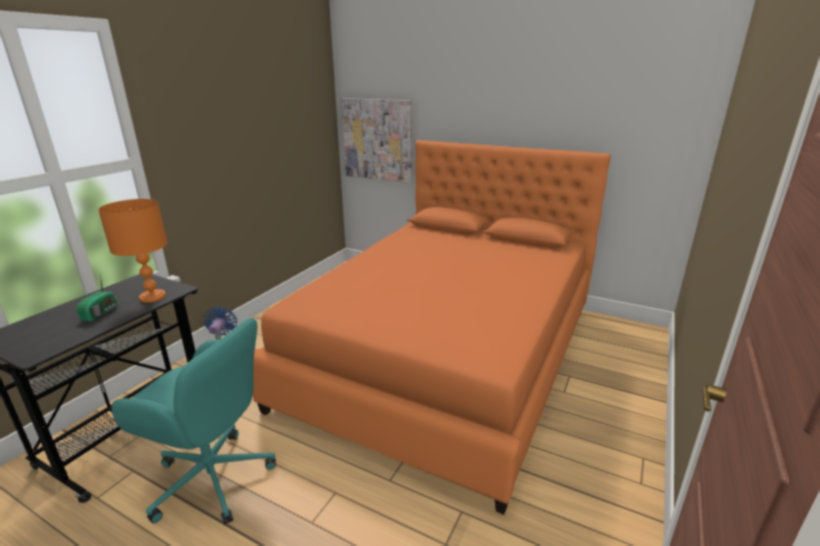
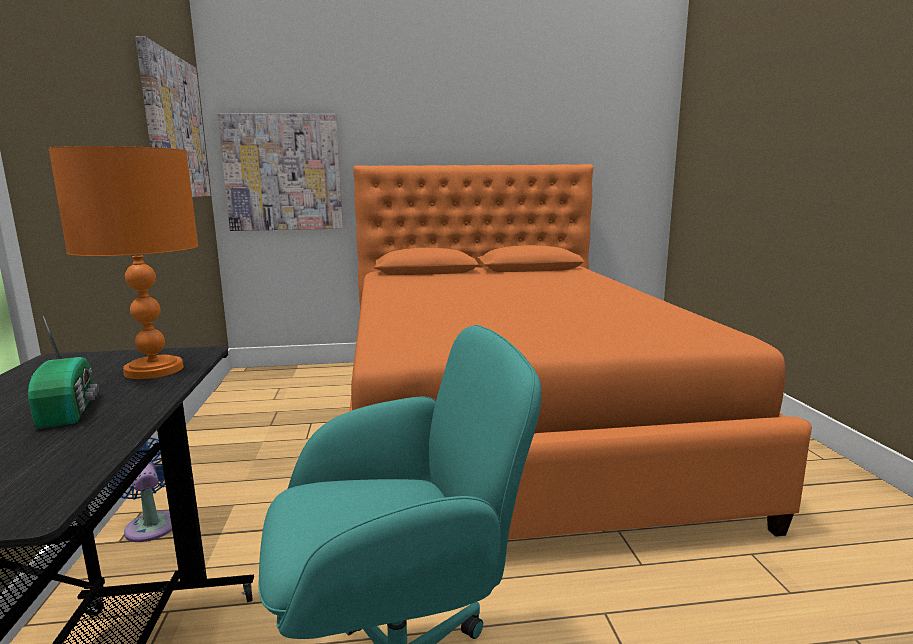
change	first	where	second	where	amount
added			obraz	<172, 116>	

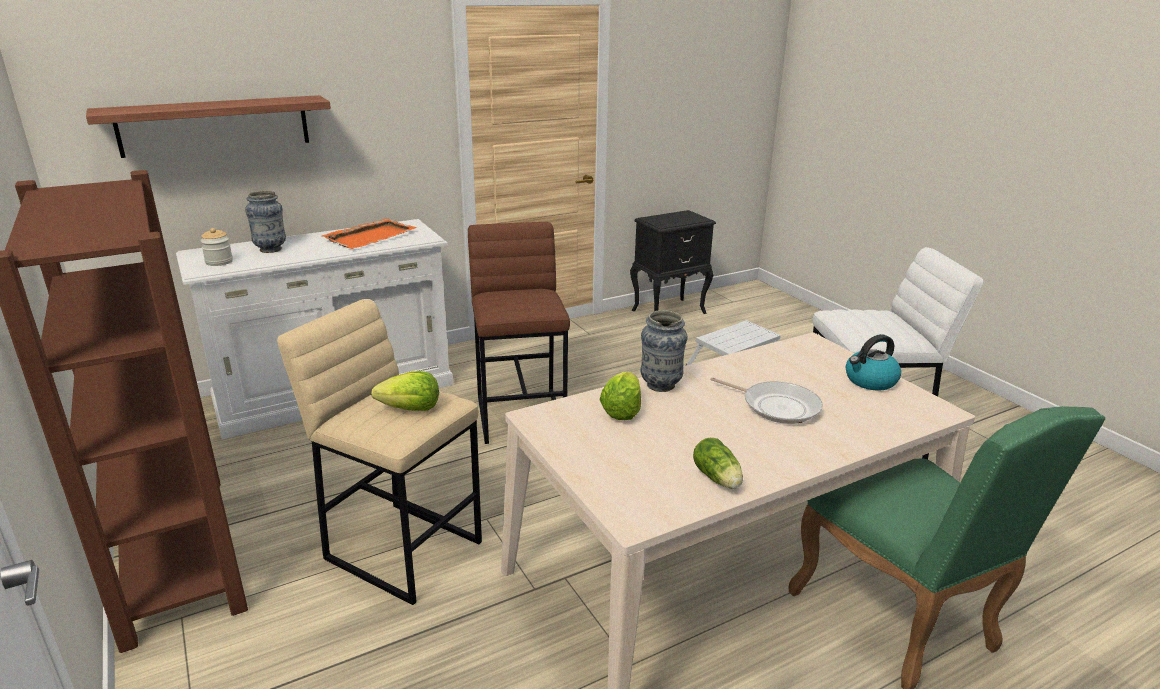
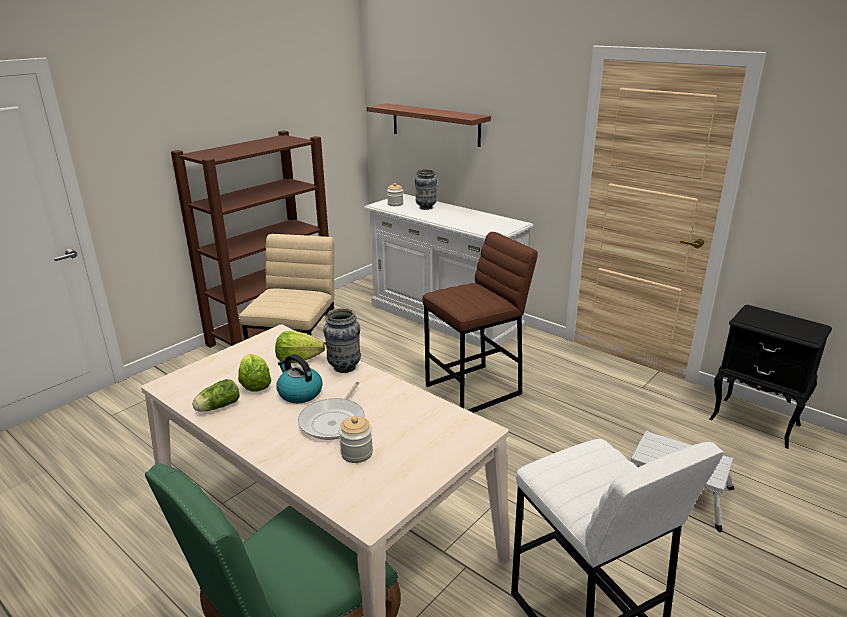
change	first	where	second	where	amount
removed	taca (pomarańczowy)	<369, 233>			
moved	czajnik	<873, 362>		<299, 378>	
moved	sałata	<405, 391>		<254, 373>	
added			słoik	<356, 439>	

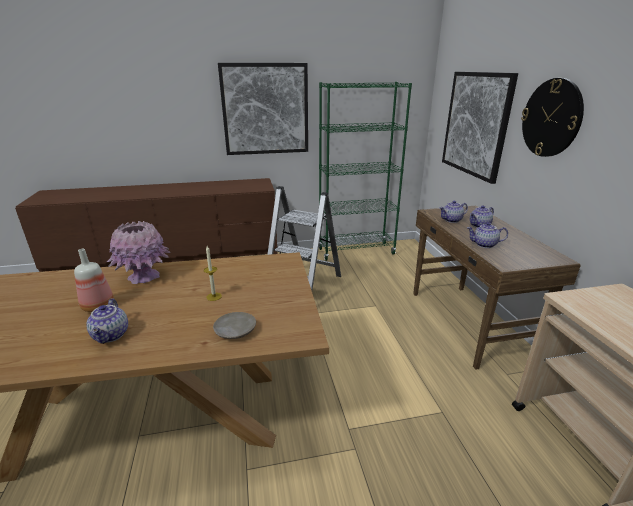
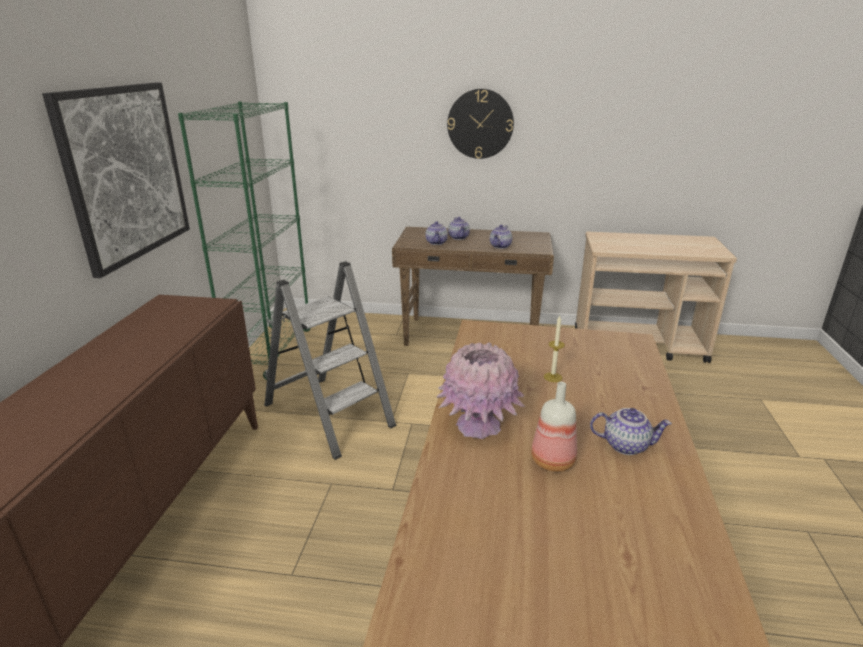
change	first	where	second	where	amount
removed	obraz	<480, 128>			
removed	talerz (beżowy)	<234, 325>			

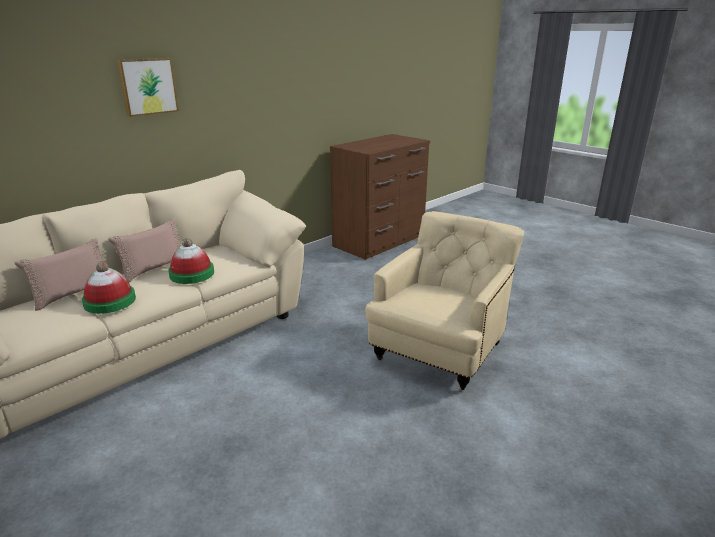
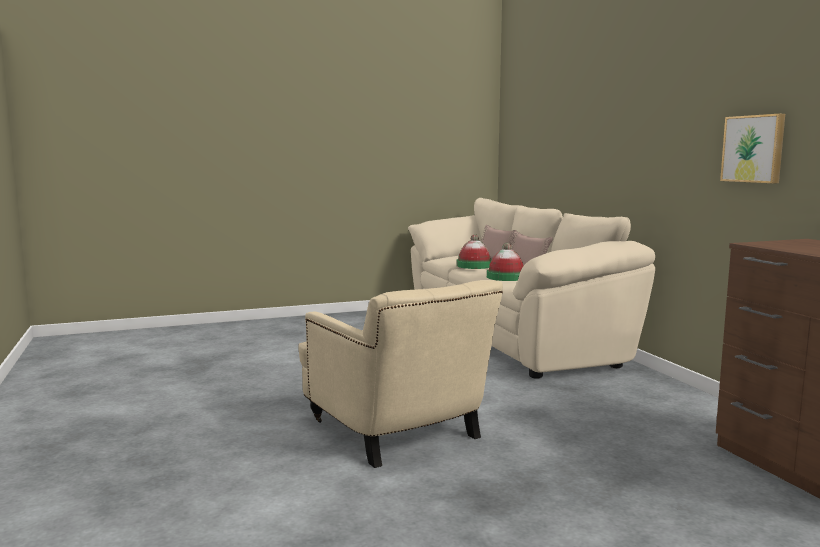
change	first	where	second	where	amount
moved	obraz	<148, 87>		<752, 148>	

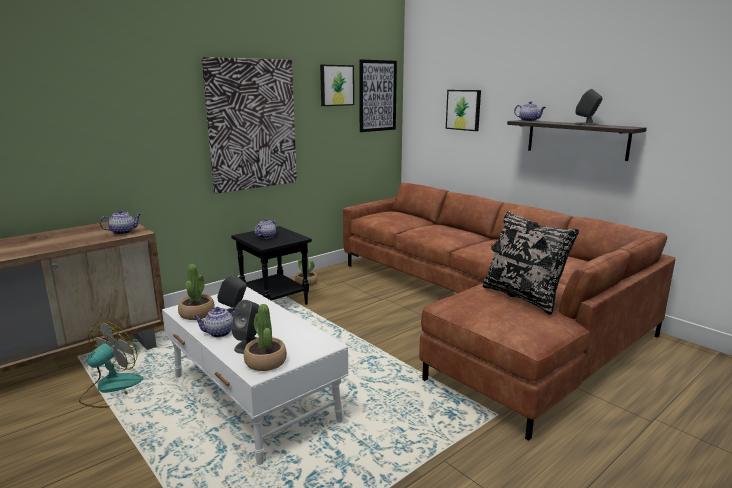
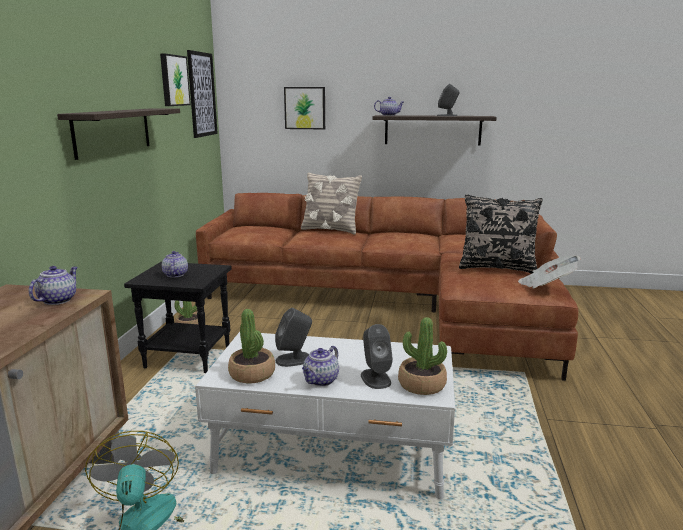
change	first	where	second	where	amount
replaced	obraz	<249, 125>	półka	<118, 134>	
added			poduszka (beżowy)	<331, 203>	
added			gazeta	<549, 271>	

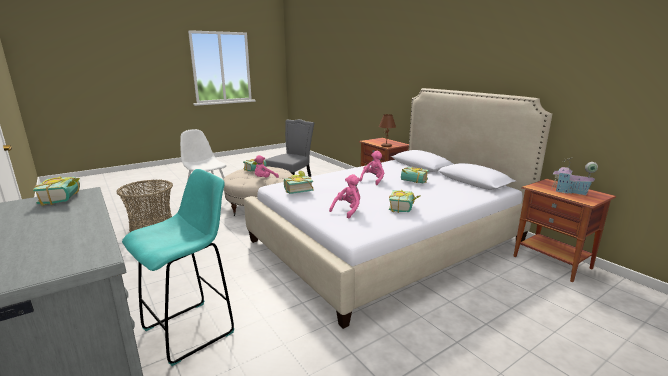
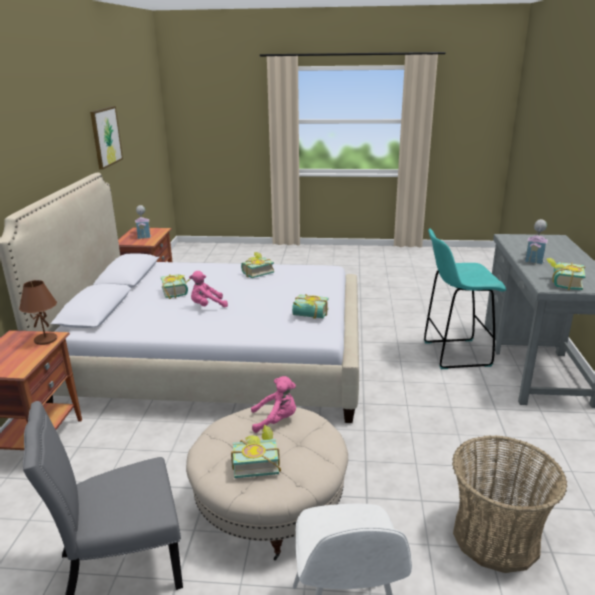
change	first	where	second	where	amount
removed	pluszak (różowy)	<344, 196>			
added			obraz	<106, 138>	
added			domek	<536, 241>	

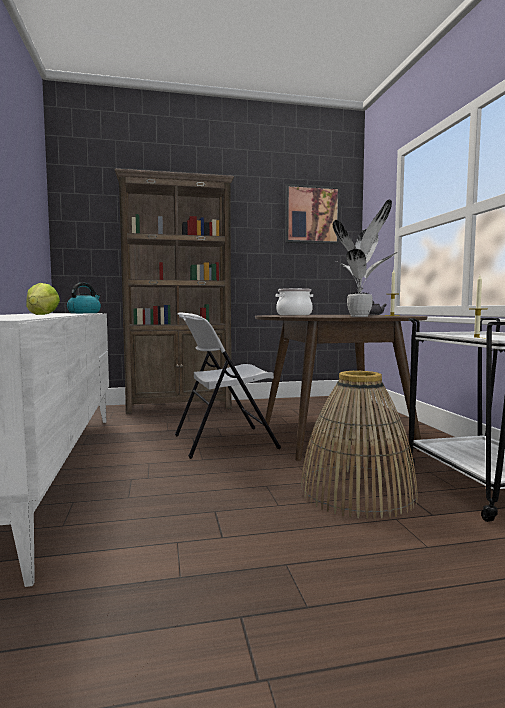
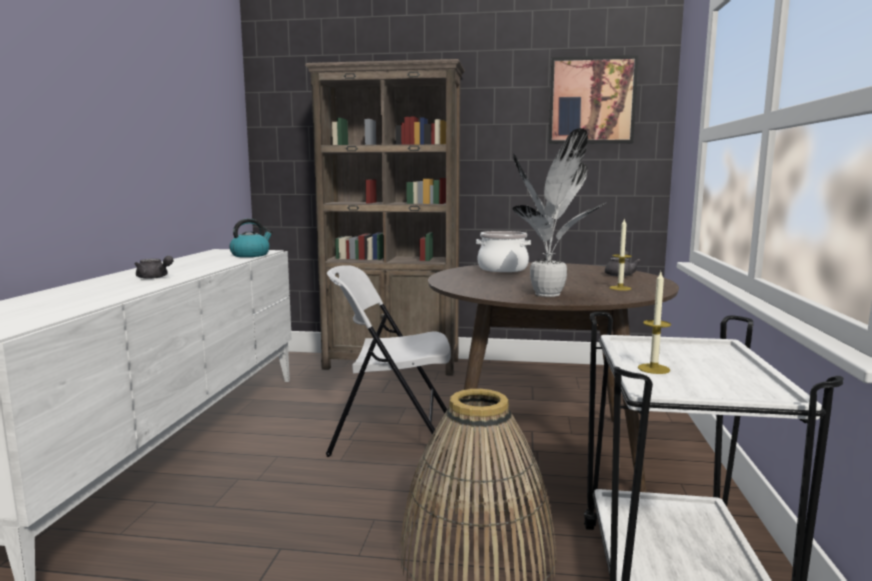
change	first	where	second	where	amount
replaced	sałata	<43, 299>	imbryk (szary)	<154, 267>	

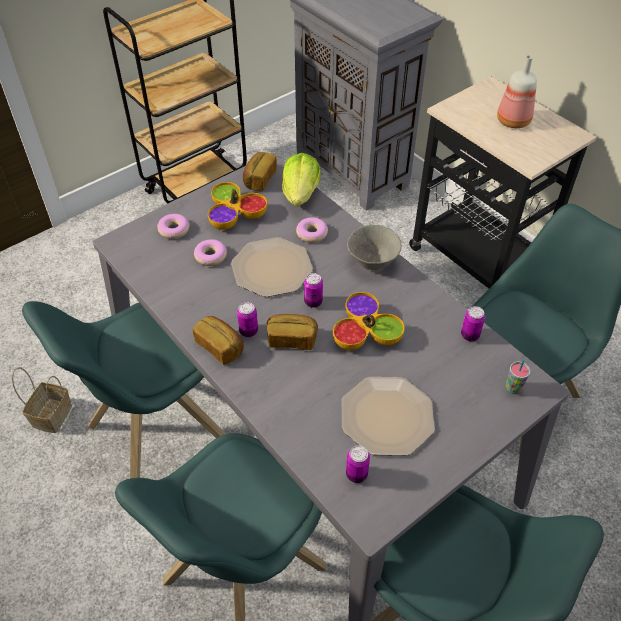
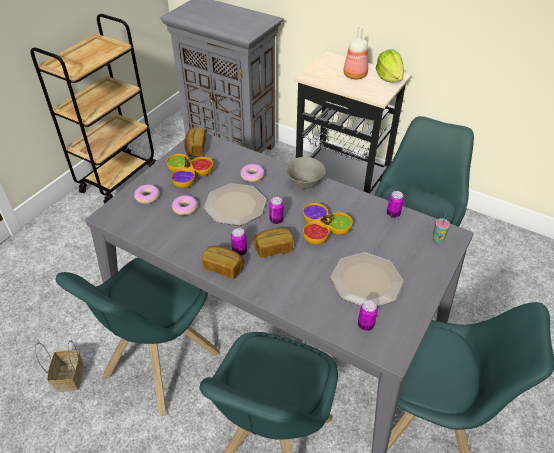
change	first	where	second	where	amount
moved	sałata	<301, 179>		<390, 65>	

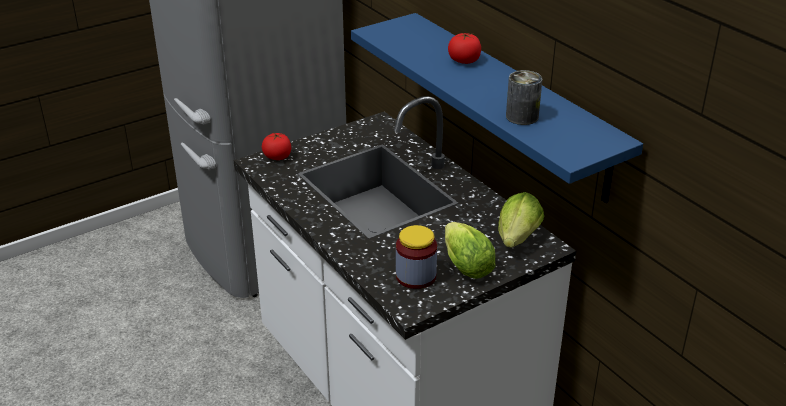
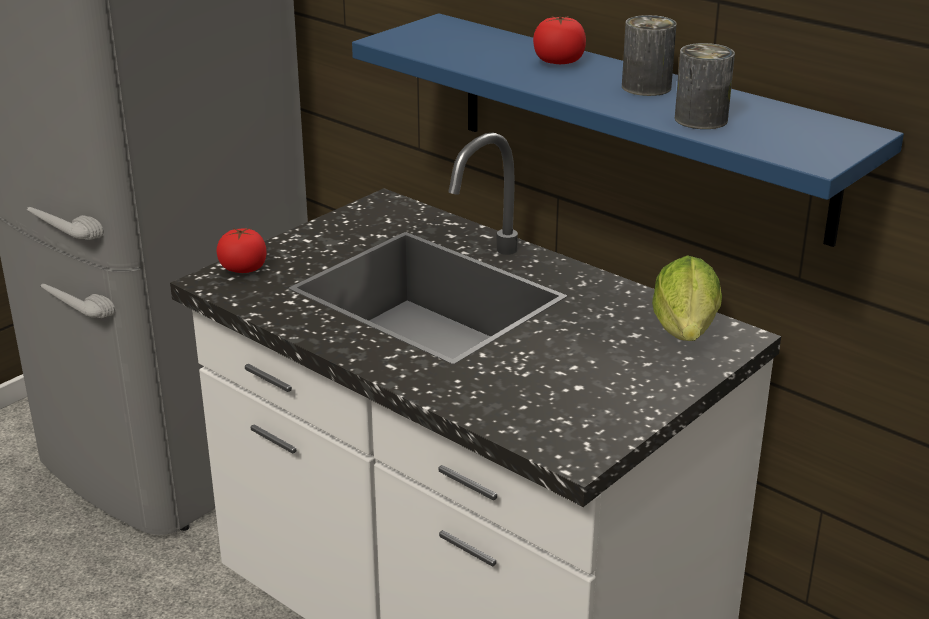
change	first	where	second	where	amount
removed	sałata	<470, 250>			
removed	słoik	<416, 257>			
added			puszka	<649, 55>	

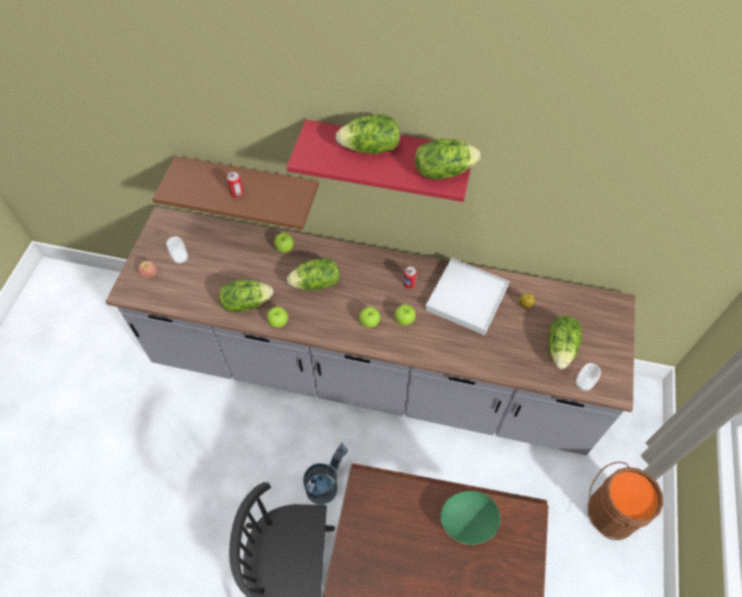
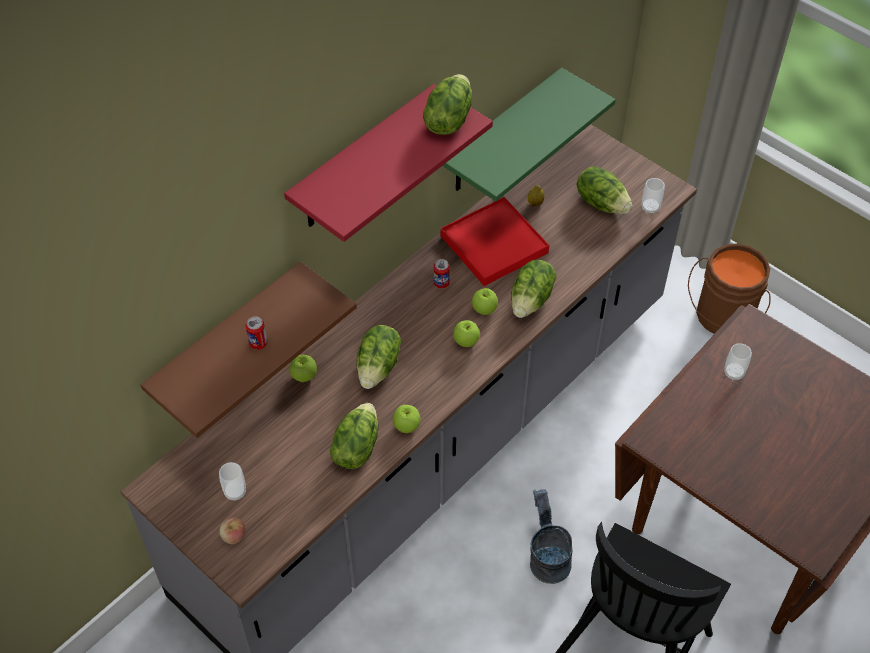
change	first	where	second	where	amount
moved	sałata	<368, 134>		<533, 289>	
recoloured	taca (biały)	<467, 296>	taca (czerwony)	<495, 241>	
replaced	miska (zielony)	<470, 518>	filiżanka	<738, 361>	
added			półka (zielony)	<529, 134>	

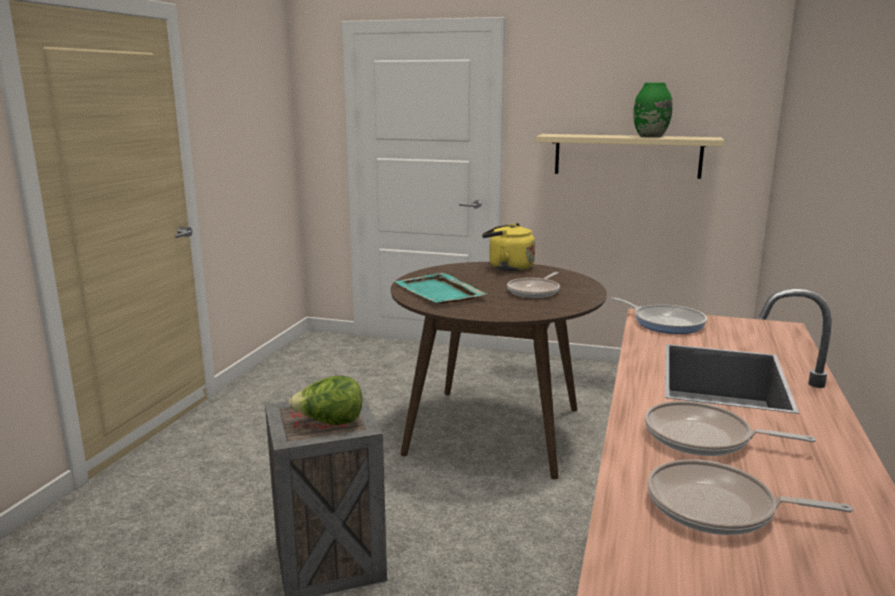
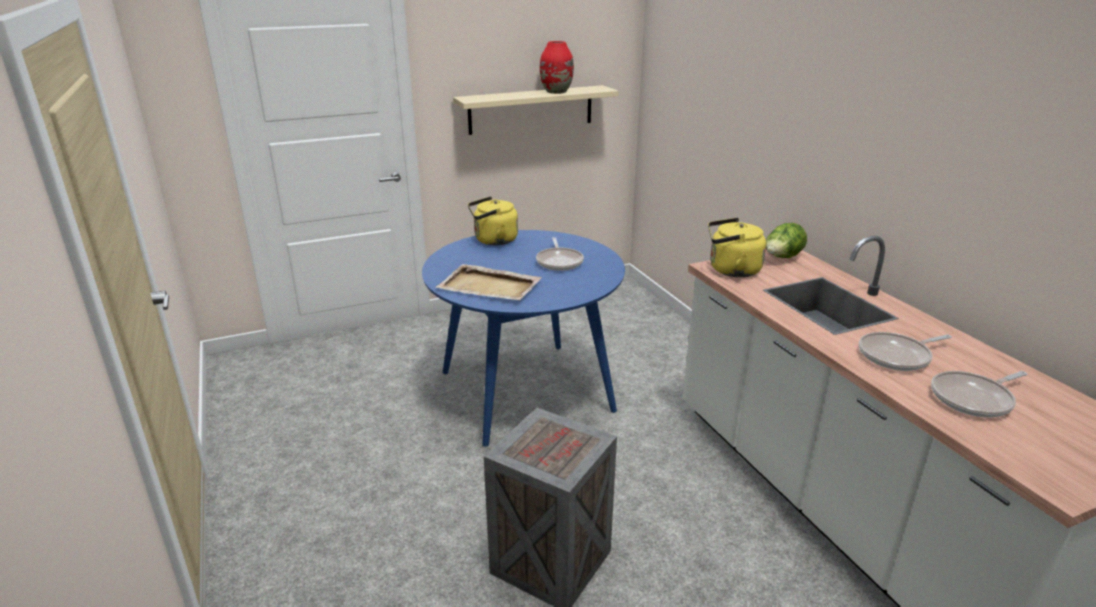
change	first	where	second	where	amount
recoloured	wazon (zielony)	<652, 110>	wazon (czerwony)	<557, 67>	
recoloured	stół jadalny (brązowy)	<498, 370>	stół jadalny (niebieski)	<523, 338>	
recoloured	taca (turkusowy)	<440, 288>	taca (beżowy)	<489, 282>	
replaced	patelnia	<659, 315>	czajnik (żółty)	<737, 247>	
moved	sałata	<325, 400>		<786, 240>	

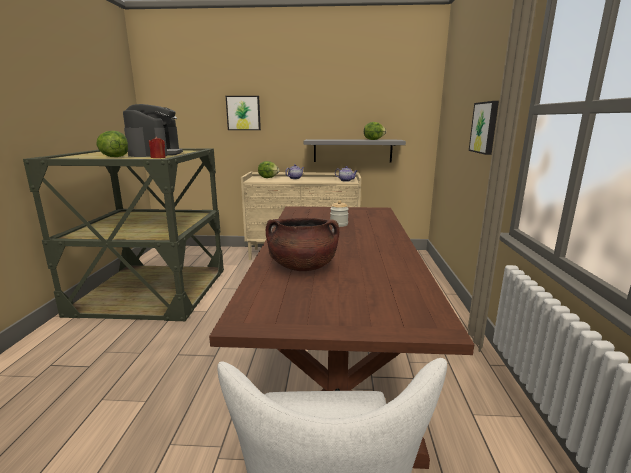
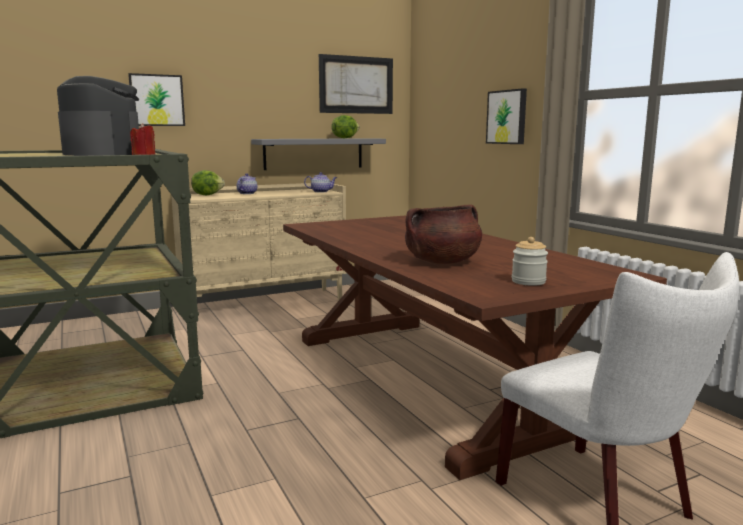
change	first	where	second	where	amount
removed	sałata	<112, 144>			
moved	słoik	<339, 213>		<530, 261>	
added			obraz	<356, 84>	

